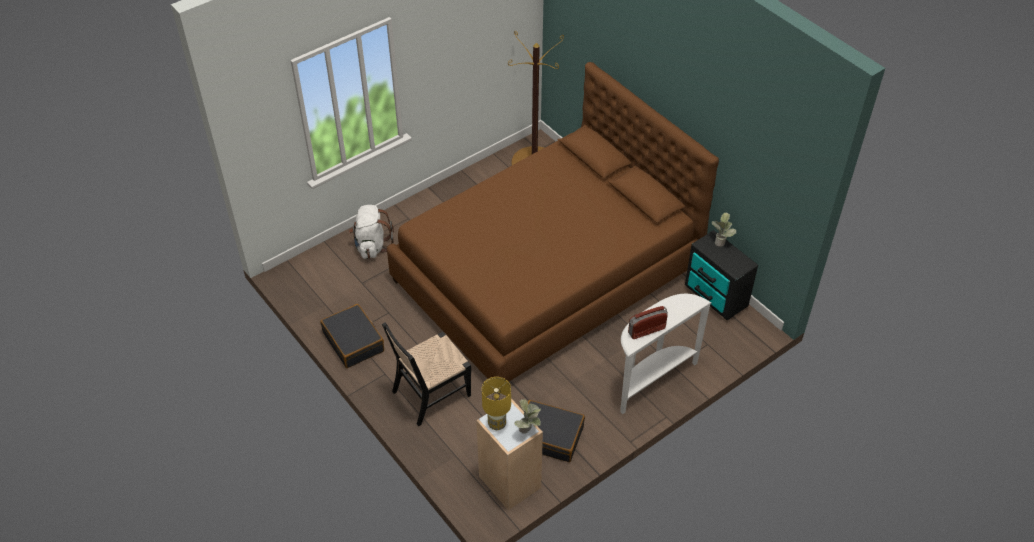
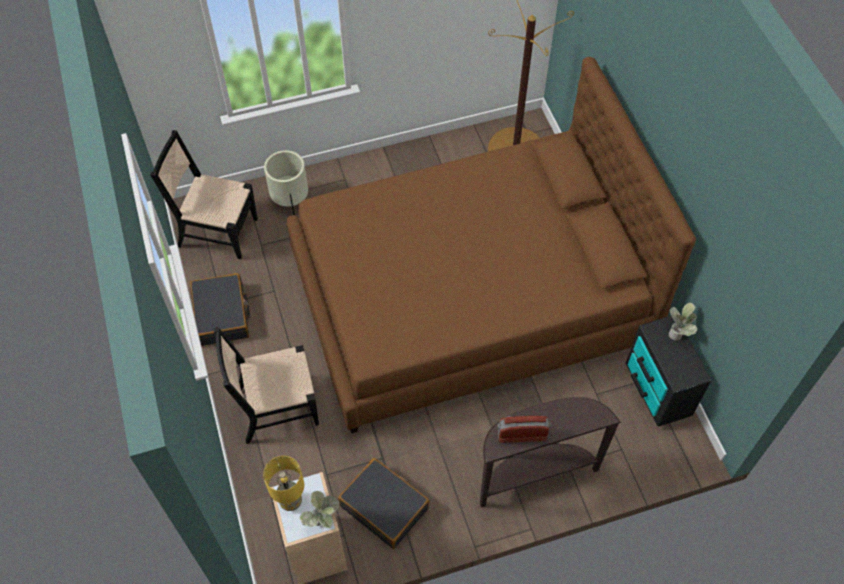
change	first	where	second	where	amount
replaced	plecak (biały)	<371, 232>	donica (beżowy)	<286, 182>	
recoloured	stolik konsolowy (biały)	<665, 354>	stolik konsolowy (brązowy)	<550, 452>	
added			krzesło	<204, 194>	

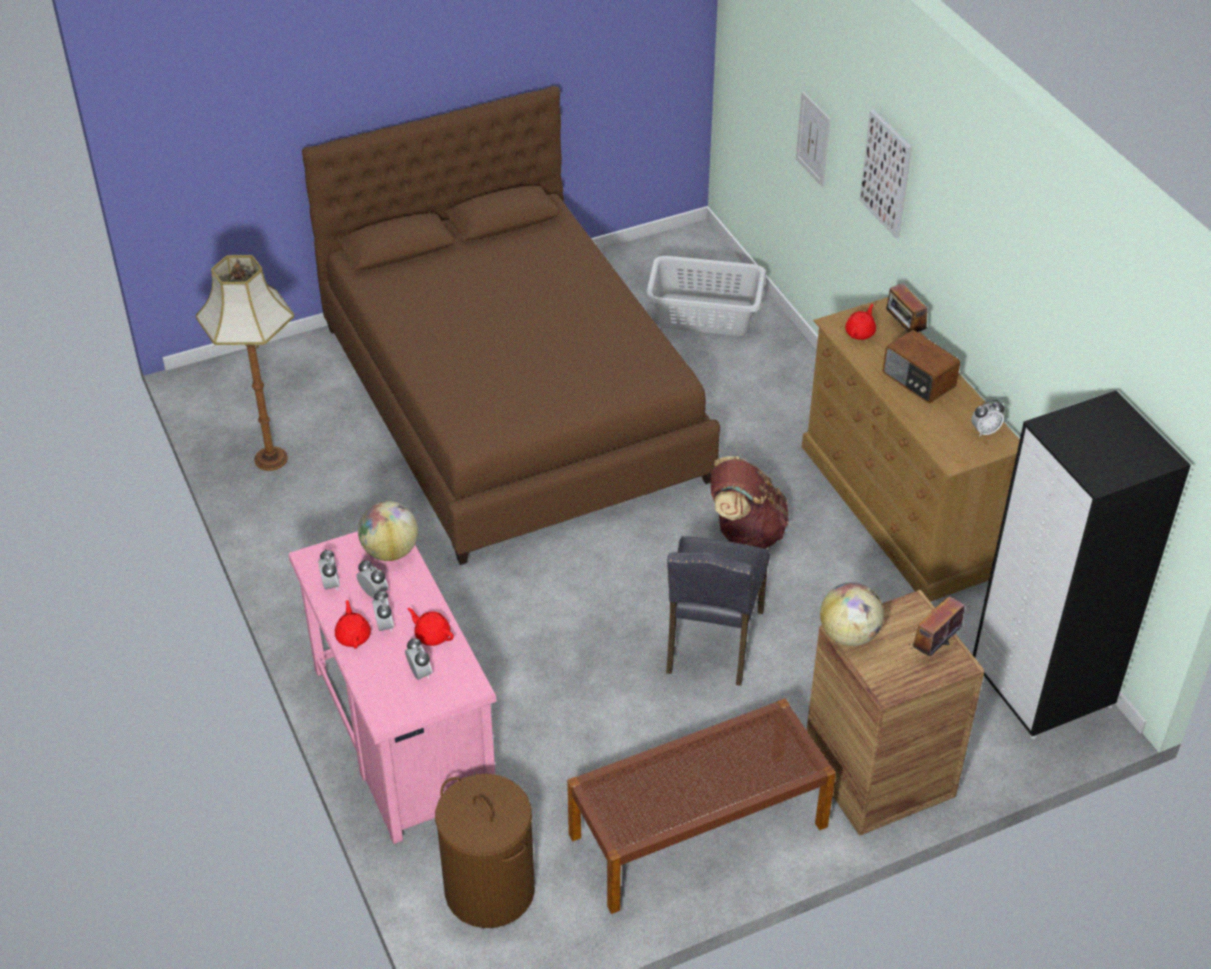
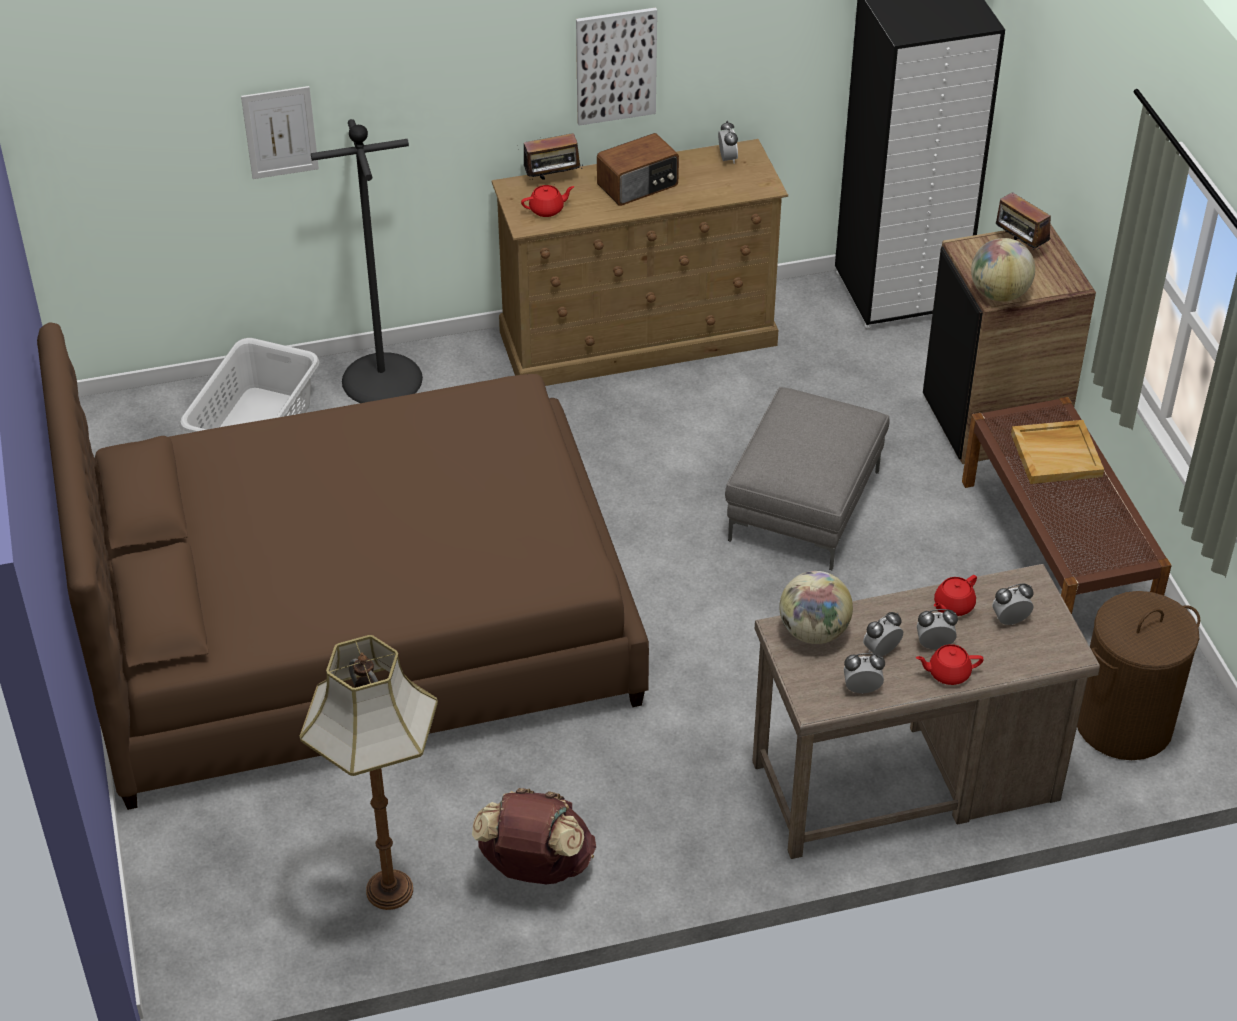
change	first	where	second	where	amount
moved	obraz	<885, 174>		<616, 66>	
turned	imbryk (czerwony)	<860, 322>		<547, 201>	120 degrees clockwise
moved	plecak (brązowy)	<750, 502>		<534, 836>	
recoloured	biurko (różowy)	<392, 687>	biurko (brązowy)	<926, 711>	
replaced	krzesło (szary)	<718, 611>	pufa (szary)	<807, 478>	
added			wieszak (czarny)	<367, 261>	
added			taca (beżowy)	<1057, 452>	

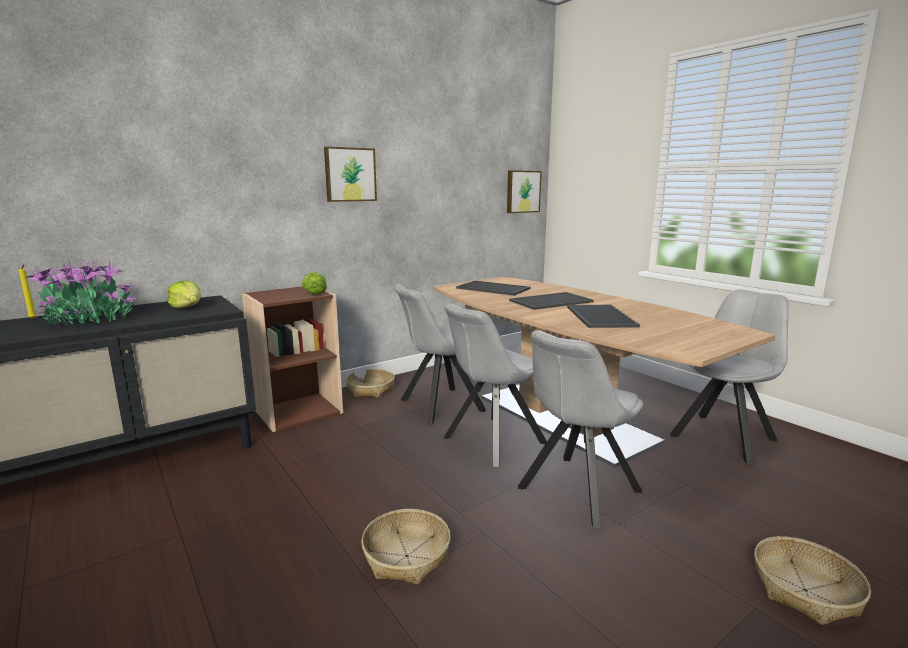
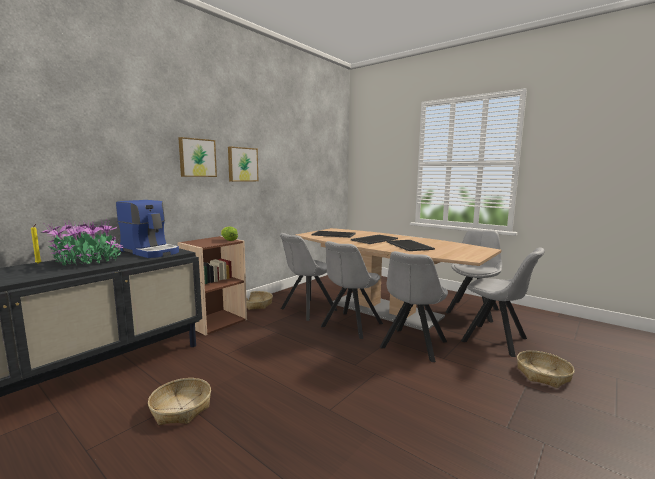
change	first	where	second	where	amount
moved	obraz	<524, 191>		<197, 157>	
replaced	sałata	<185, 294>	ekspres do kawy	<147, 229>	
moved	koszyk	<406, 547>		<179, 401>	
added			krzesło (szary)	<503, 302>	

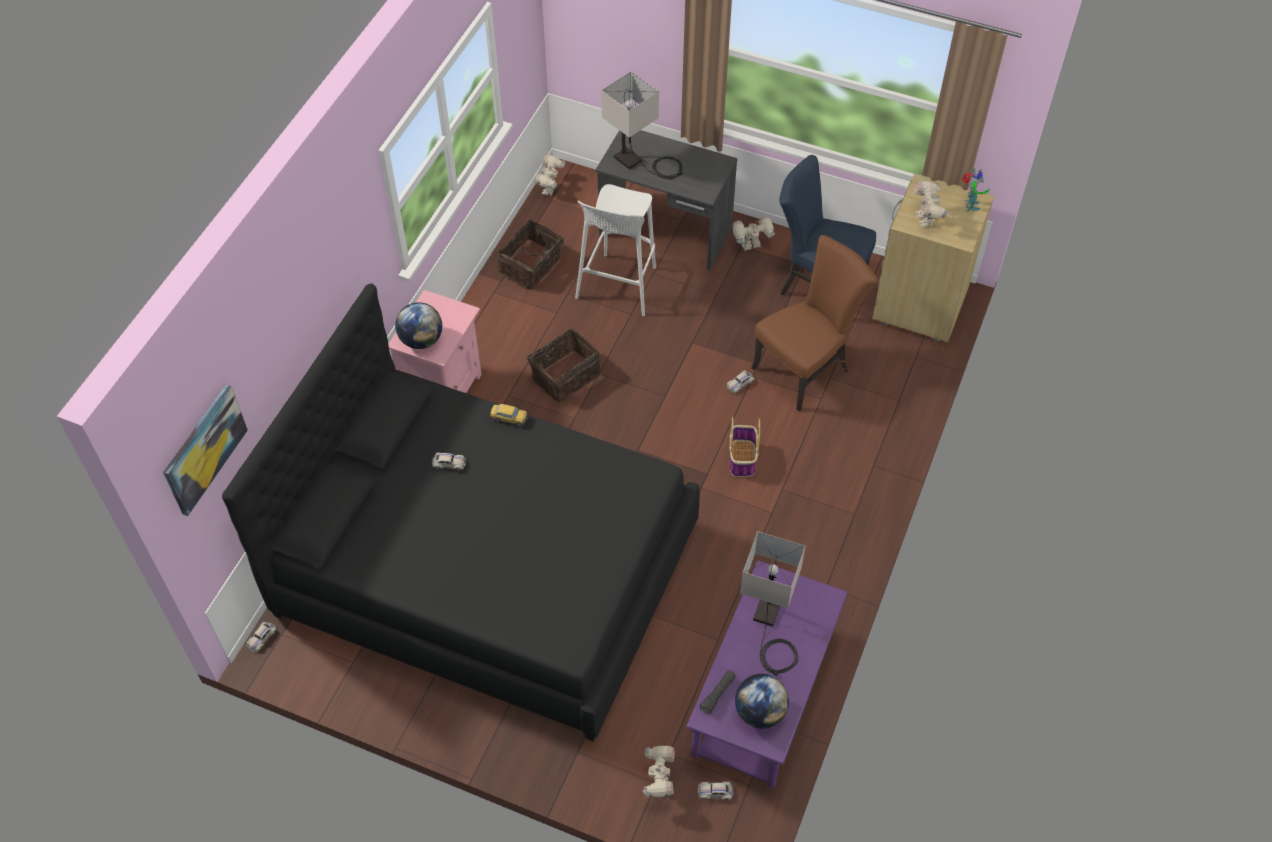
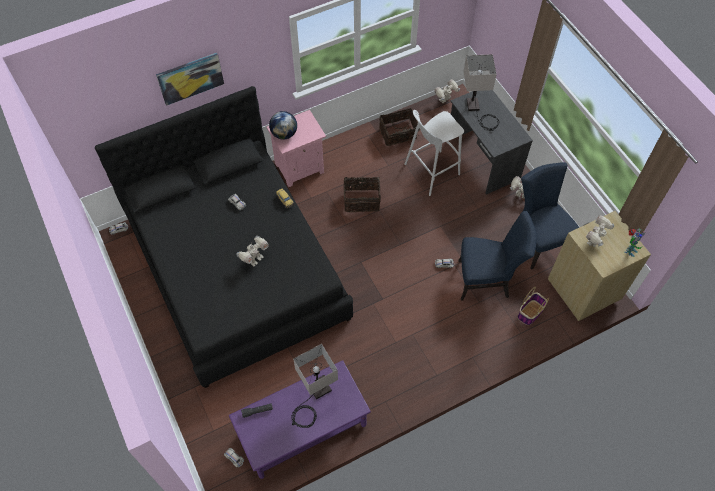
change	first	where	second	where	amount
recoloured	krzesło (brązowy)	<814, 323>	krzesło (niebieski)	<497, 256>	
moved	obraz	<205, 450>		<190, 79>	
moved	koszyk	<745, 447>		<533, 306>	
removed	globus	<762, 701>			
moved	robot zabawkowy	<658, 771>		<253, 251>	

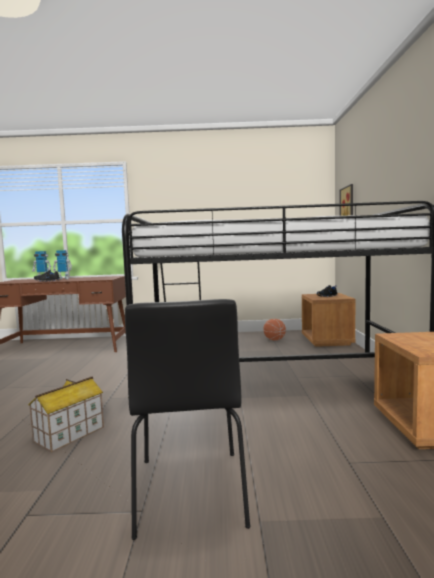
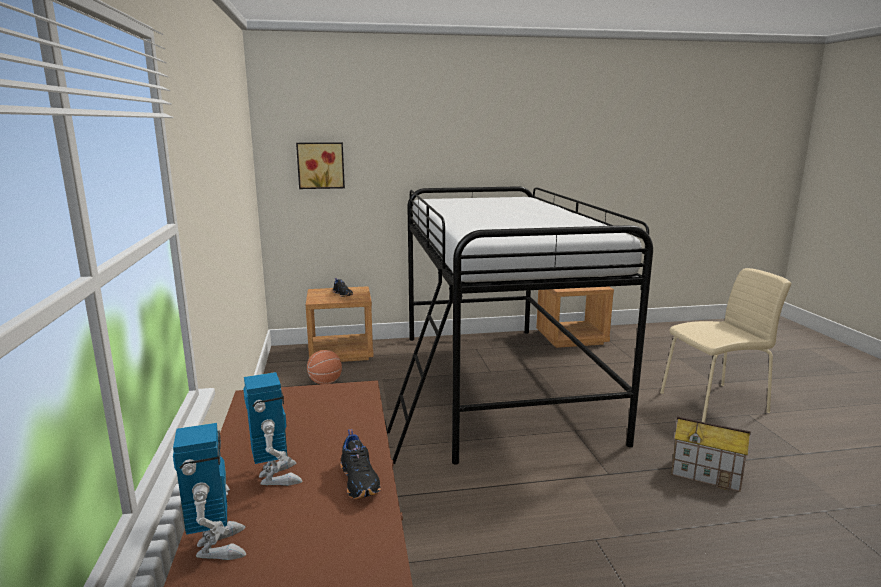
change	first	where	second	where	amount
recoloured	krzesło (czarny)	<187, 419>	krzesło (beżowy)	<725, 345>	

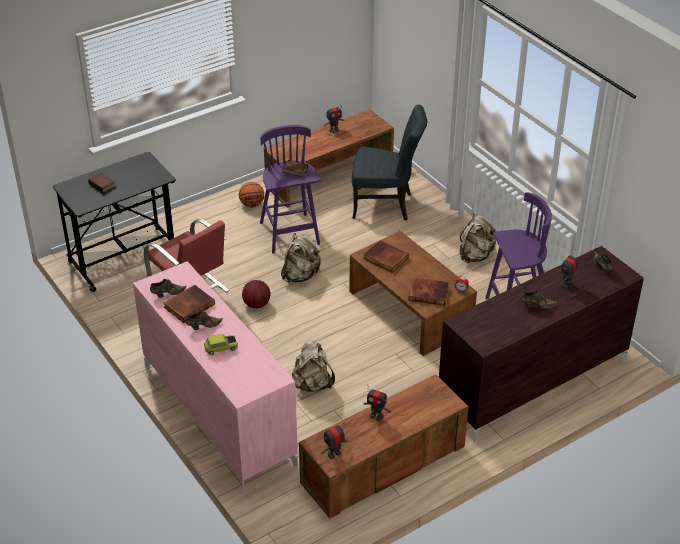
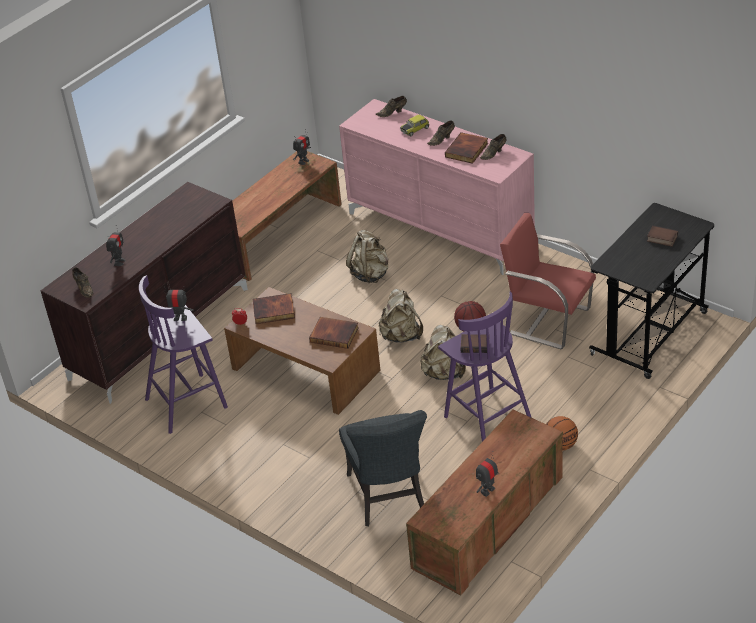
change	first	where	second	where	amount
turned	krzesło (szary)	<389, 163>		<383, 468>	90 degrees counterclockwise
moved	plecak (beżowy)	<478, 238>		<401, 316>	
moved	but (brązowy)	<539, 299>		<391, 106>	
moved	robot zabawkowy	<377, 405>		<179, 304>	

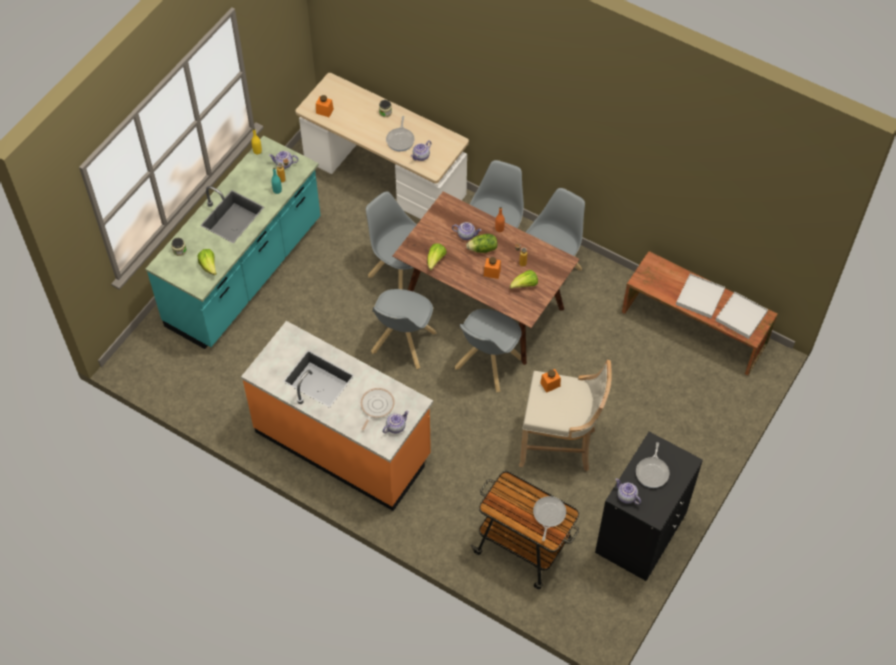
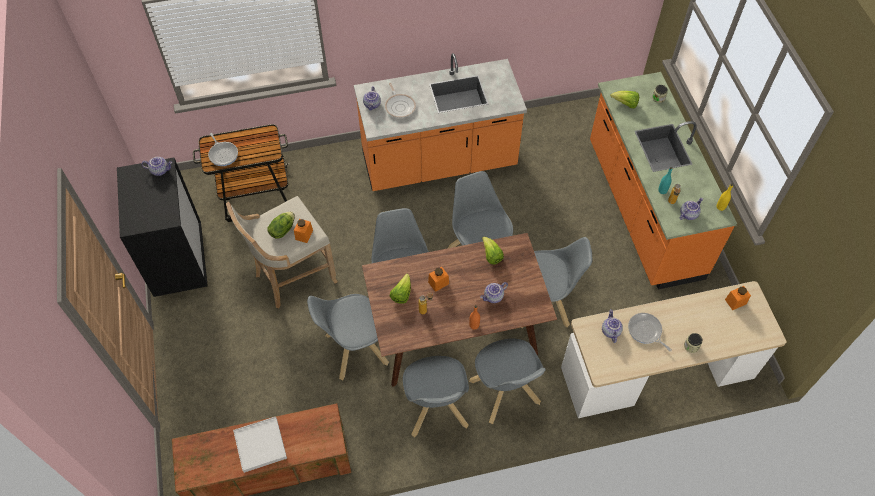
change	first	where	second	where	amount
recoloured	zabudowa kuchenna (turkusowy)	<233, 242>	zabudowa kuchenna (pomarańczowy)	<663, 180>	
moved	sałata	<482, 243>		<281, 225>	
removed	taca (biały)	<741, 315>			
removed	patelnia	<652, 465>			
added			krzesło (szary)	<348, 337>	

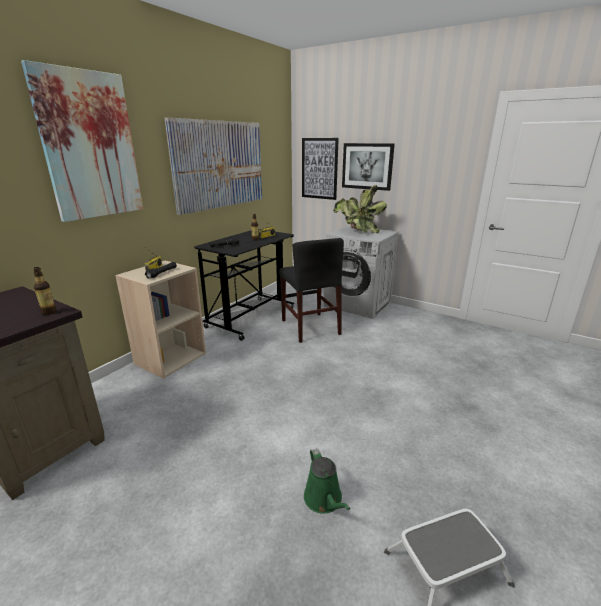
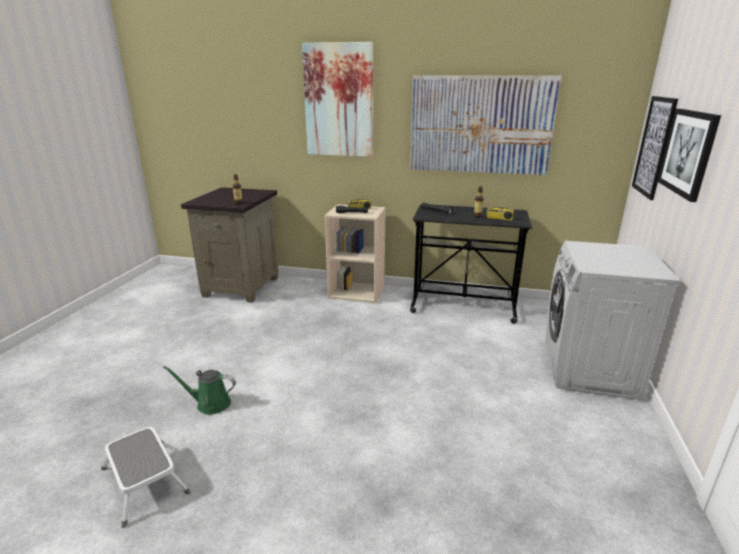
change	first	where	second	where	amount
removed	roślina doniczkowa	<360, 209>			
removed	krzesło (czarny)	<311, 290>			
turned	konewka (zielony)	<327, 481>		<199, 390>	45 degrees clockwise

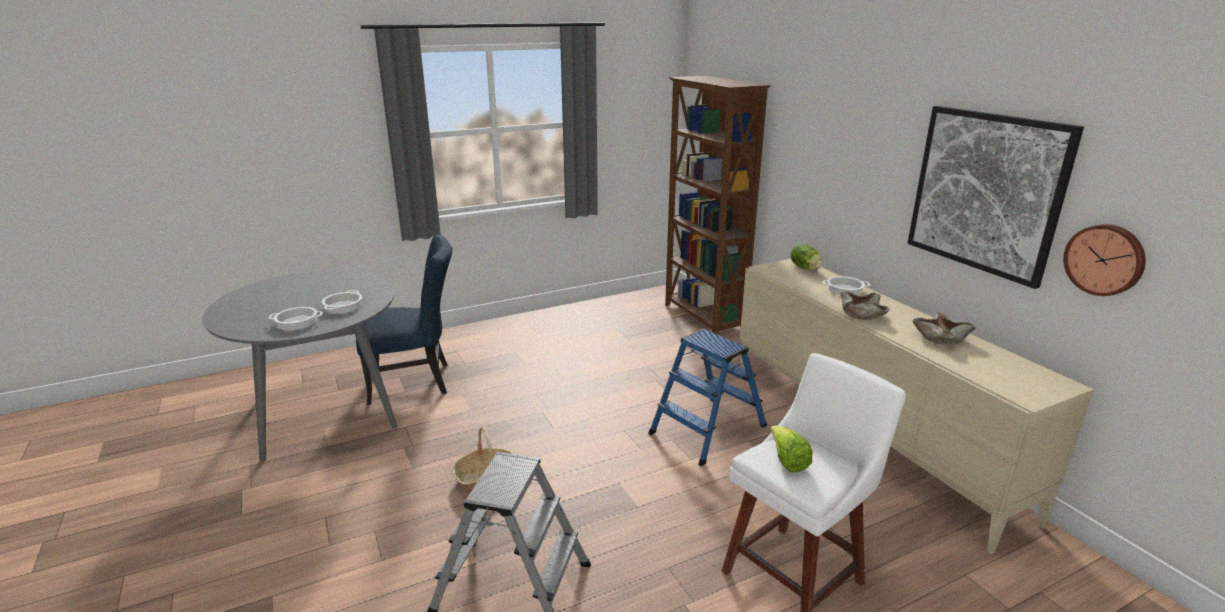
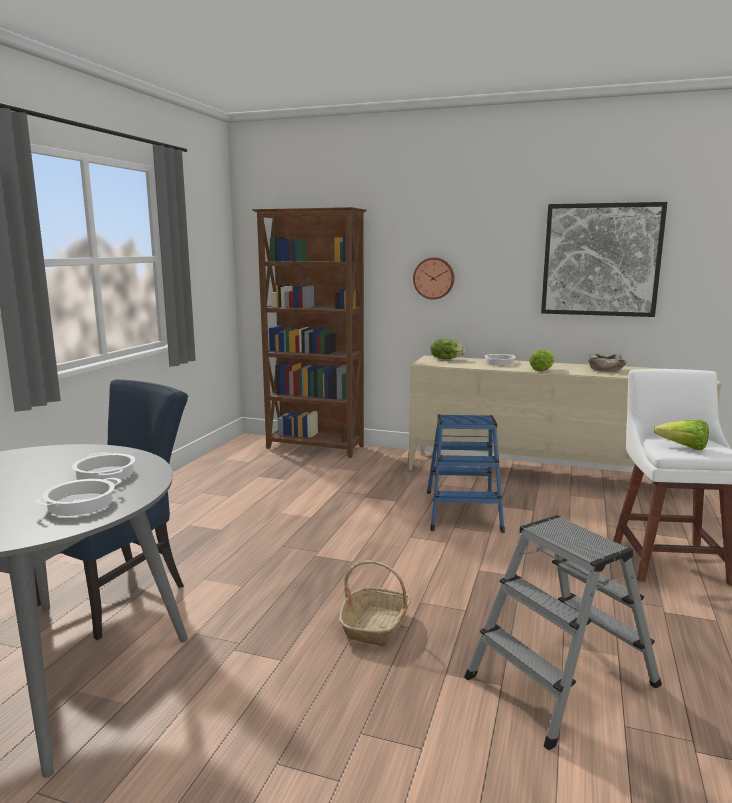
change	first	where	second	where	amount
moved	zegar ścienny	<1104, 260>		<433, 279>	
replaced	miska (beżowy)	<865, 305>	sałata	<541, 360>	

